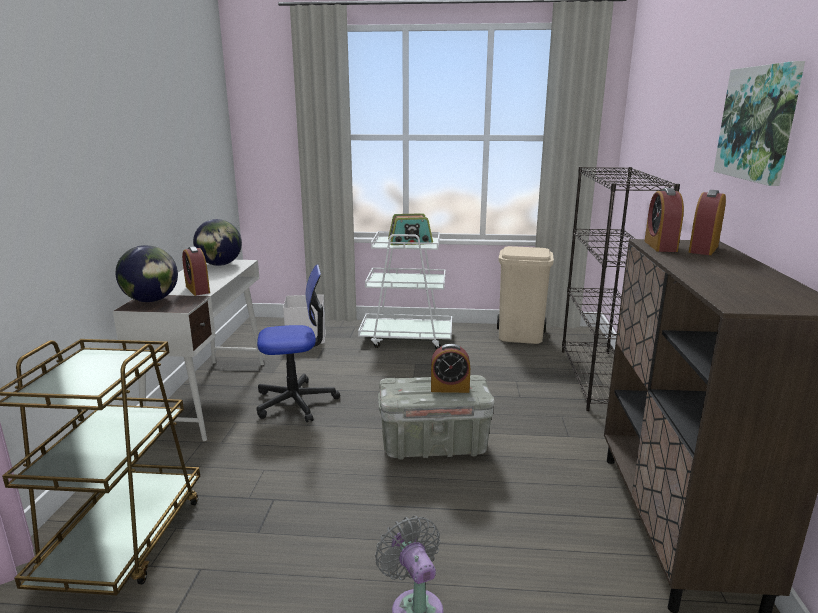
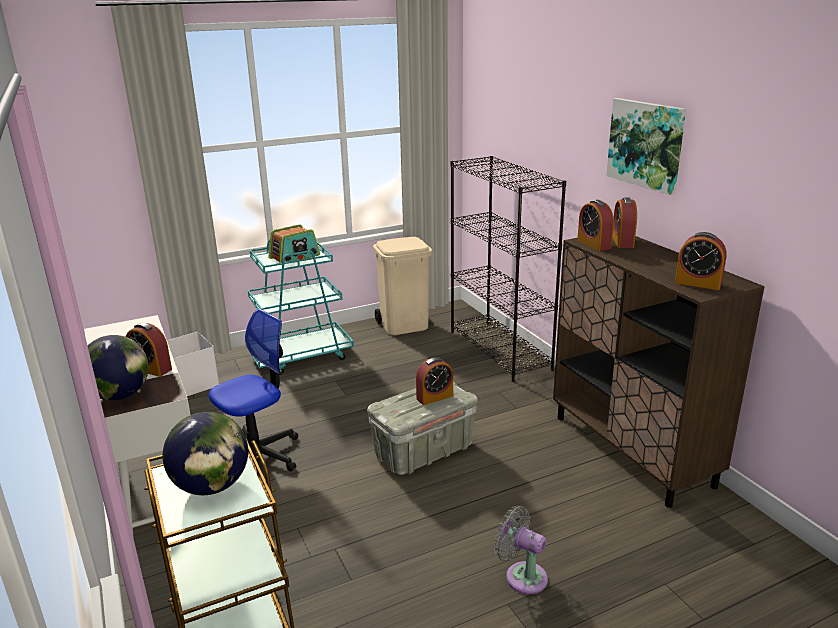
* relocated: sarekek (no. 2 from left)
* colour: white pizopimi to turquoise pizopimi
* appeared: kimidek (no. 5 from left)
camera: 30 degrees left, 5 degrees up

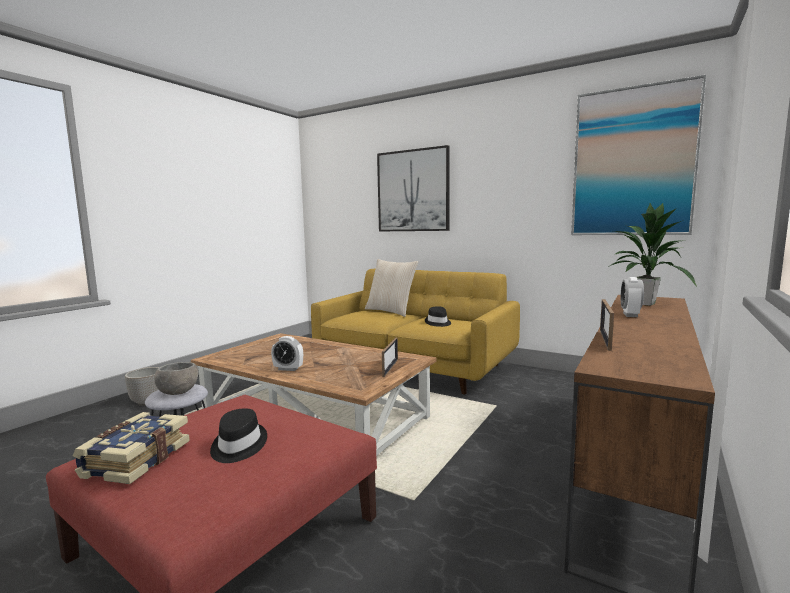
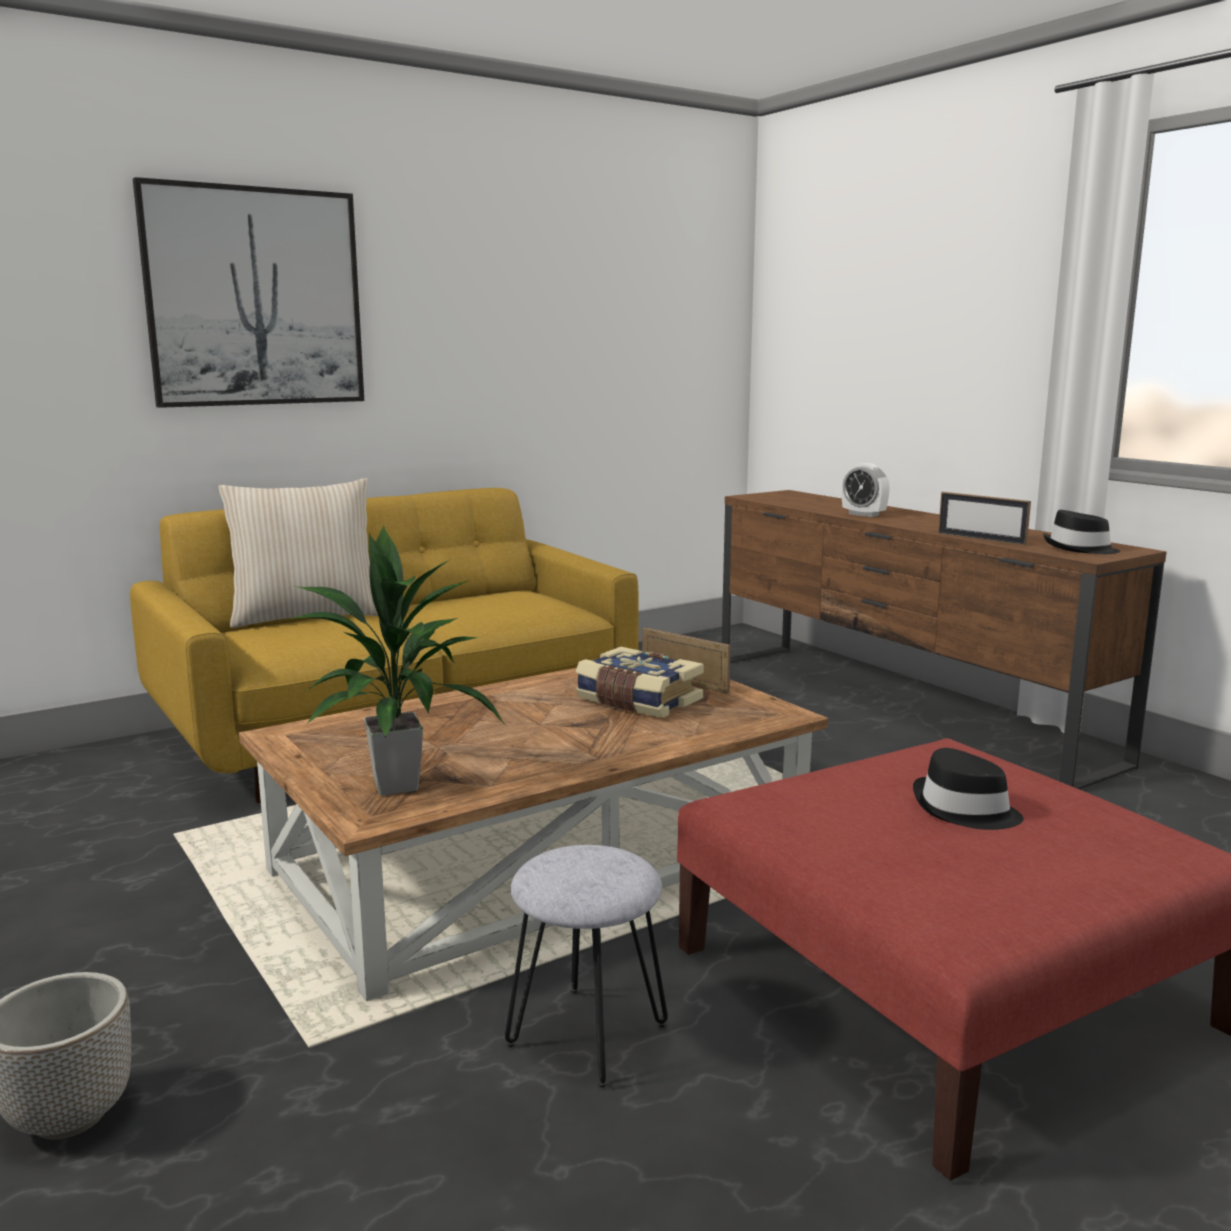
* relocated: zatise
* missing: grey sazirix
* missing: kimidek (no. 1 from left)
* relocated: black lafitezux (no. 2 from left)
* missing: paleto (no. 2 from left)
* relocated: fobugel
camera: 65 degrees left, 5 degrees up

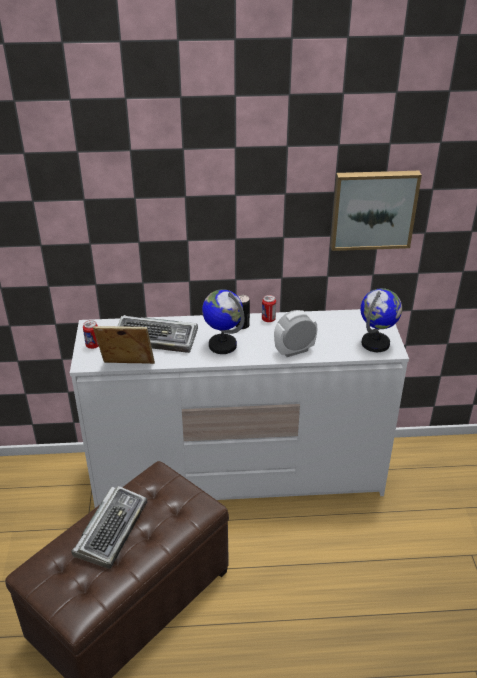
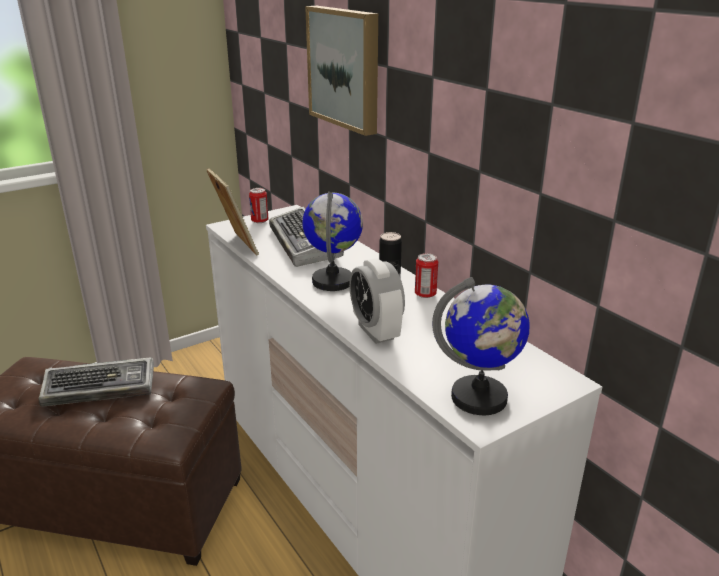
* spun: kimidek 150 degrees counterclockwise
* relocated: paleto
camera: 60 degrees right, 10 degrees down

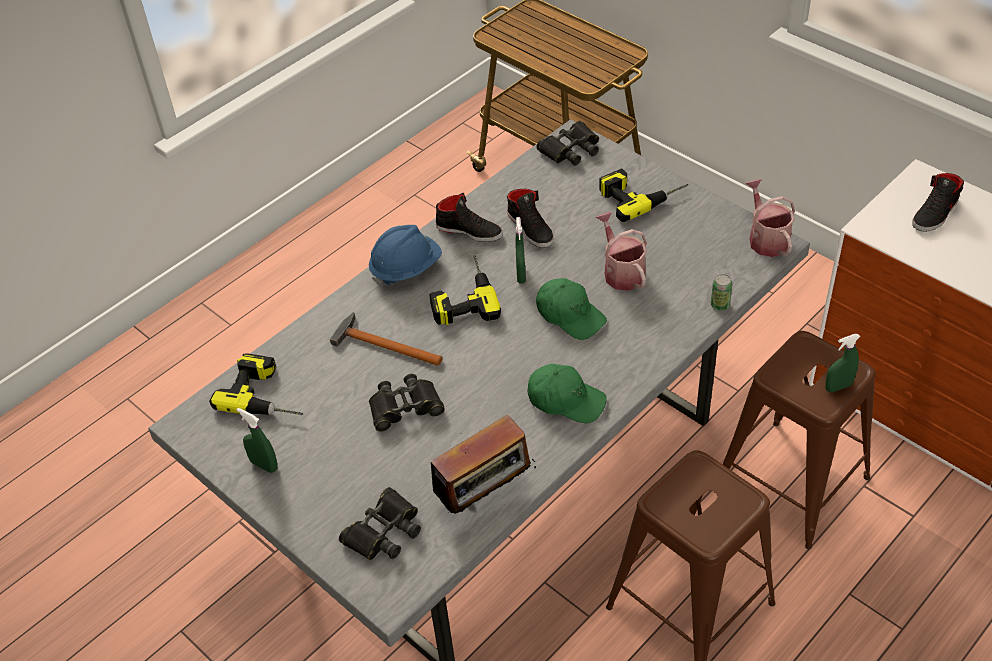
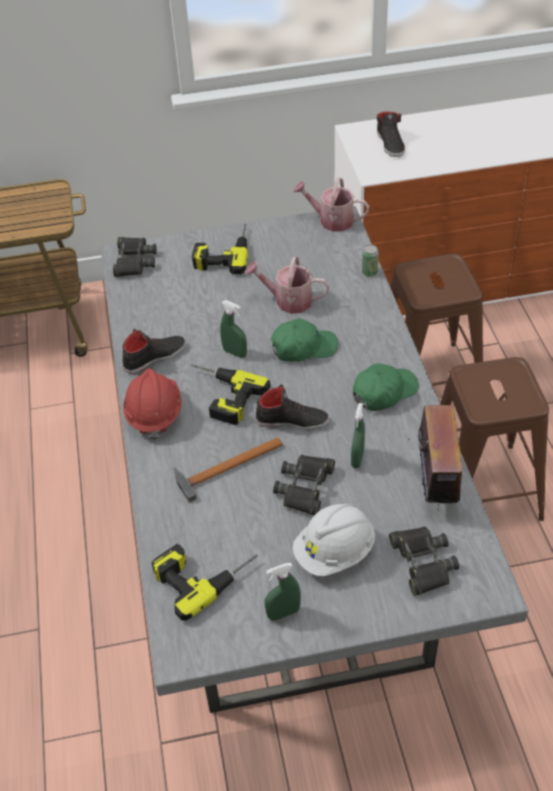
* colour: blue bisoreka to red bisoreka
* relocated: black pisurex (no. 2 from left)
* relocated: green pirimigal (no. 3 from left)
* appeared: white bisoreka
camera: 55 degrees left, 0 degrees up

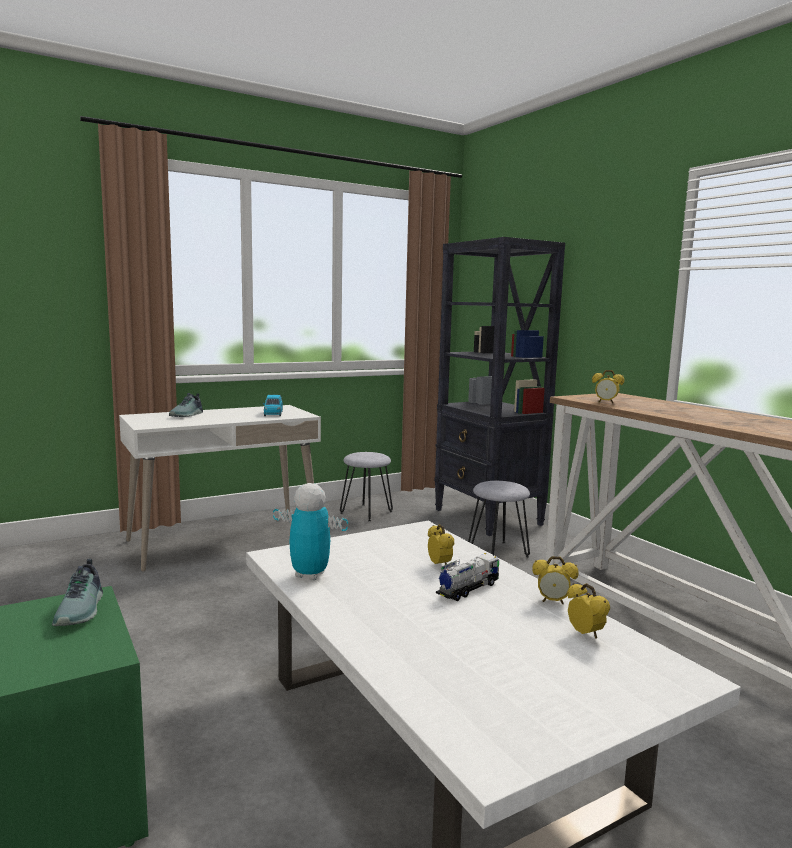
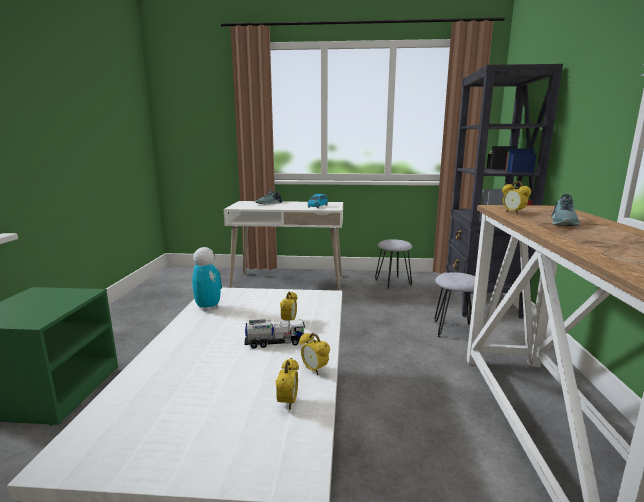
* relocated: pisurex (no. 1 from left in the first image) to pisurex (no. 2 from left)
camera: 35 degrees right, 5 degrees up

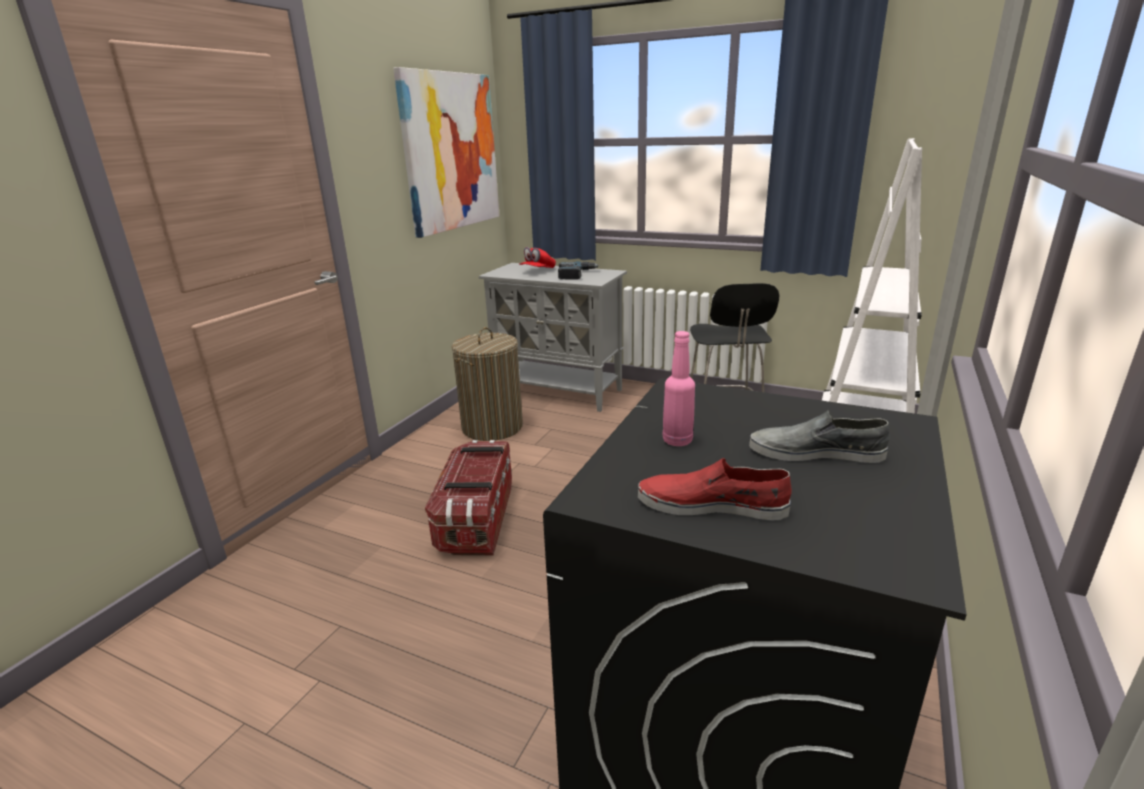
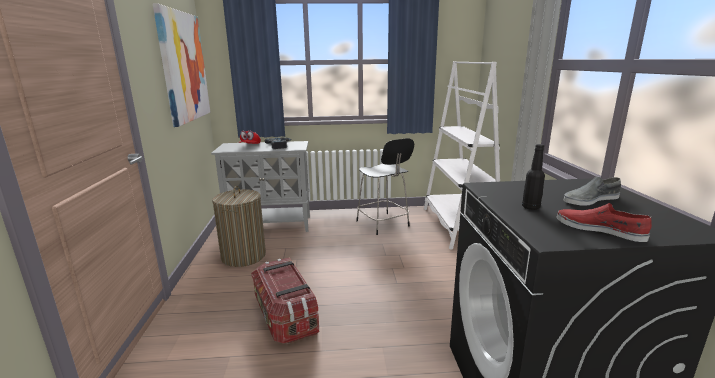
* spun: red pisurex 60 degrees clockwise
* colour: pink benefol to black benefol
camera: 30 degrees left, 5 degrees down

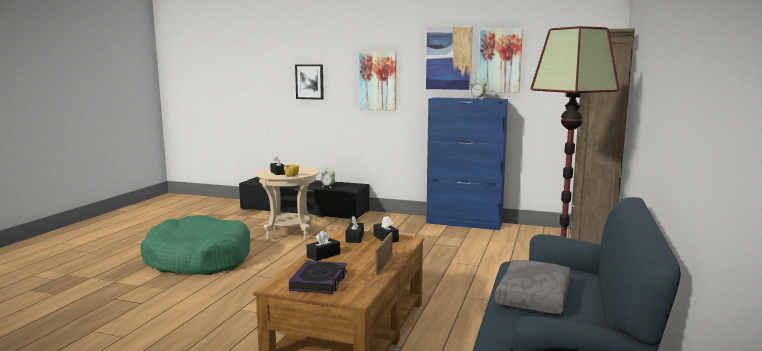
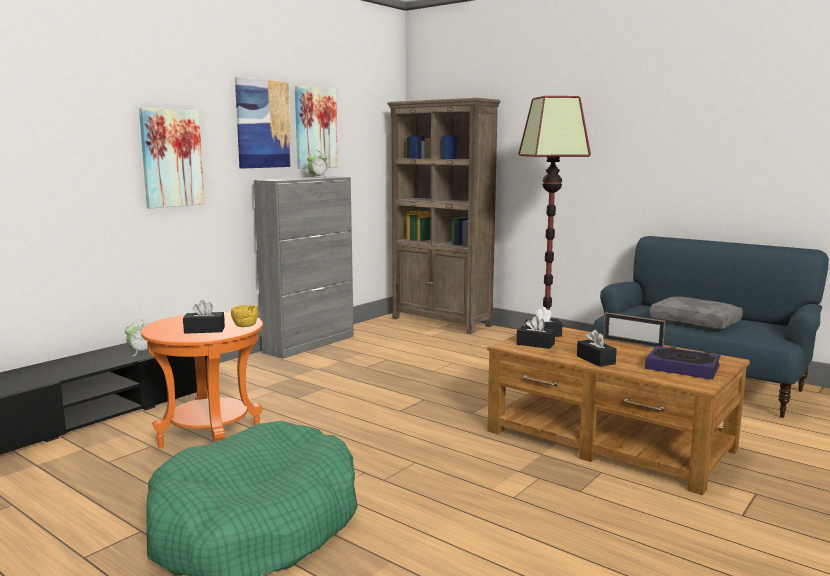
* colour: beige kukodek to orange kukodek
* missing: paleto (no. 1 from left)
* colour: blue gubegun to grey gubegun
camera: 70 degrees left, 0 degrees up

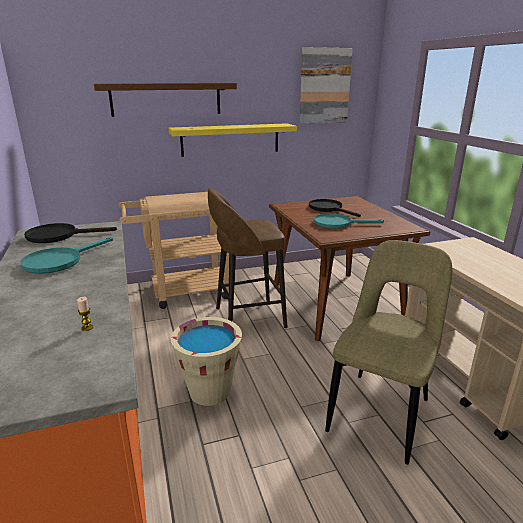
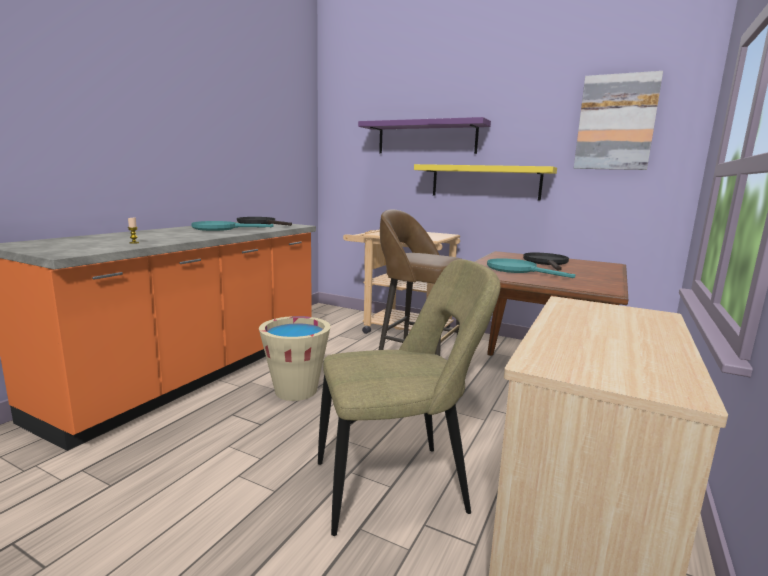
* colour: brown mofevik to purple mofevik
camera: 45 degrees right, 10 degrees down

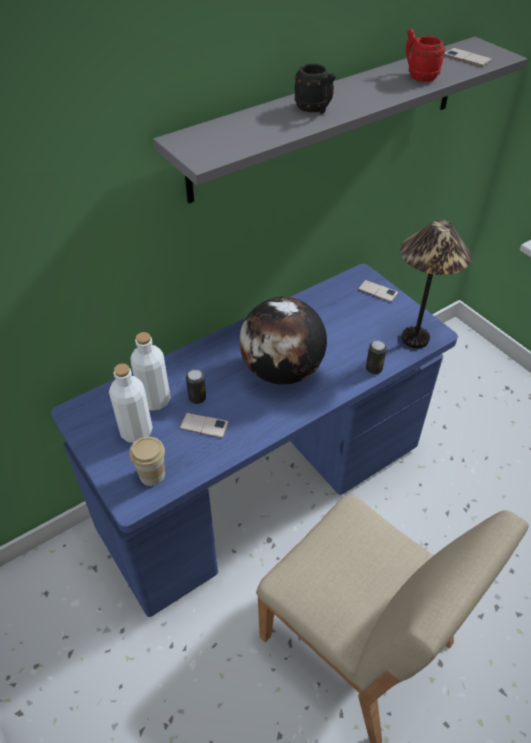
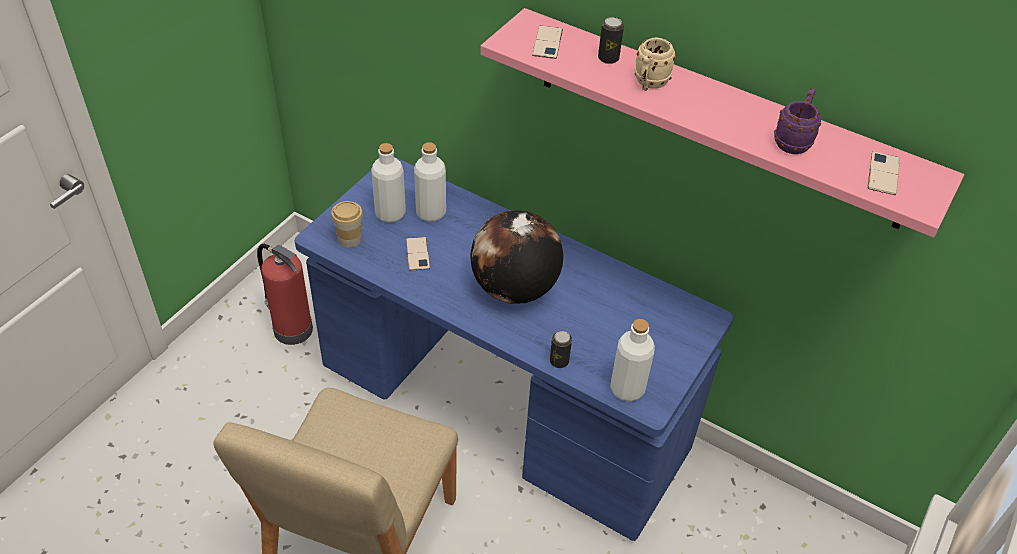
* colour: grey mofevik to pink mofevik
* relocated: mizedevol (no. 1 from left in the first image) to mizedevol (no. 2 from left)
* colour: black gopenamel to beige gopenamel
* relocated: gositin (no. 2 from left)
* exchanged: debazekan to white benefol (no. 3 from left)
* colour: red gopenamel to purple gopenamel
* appeared: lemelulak
camera: 65 degrees right, 0 degrees up

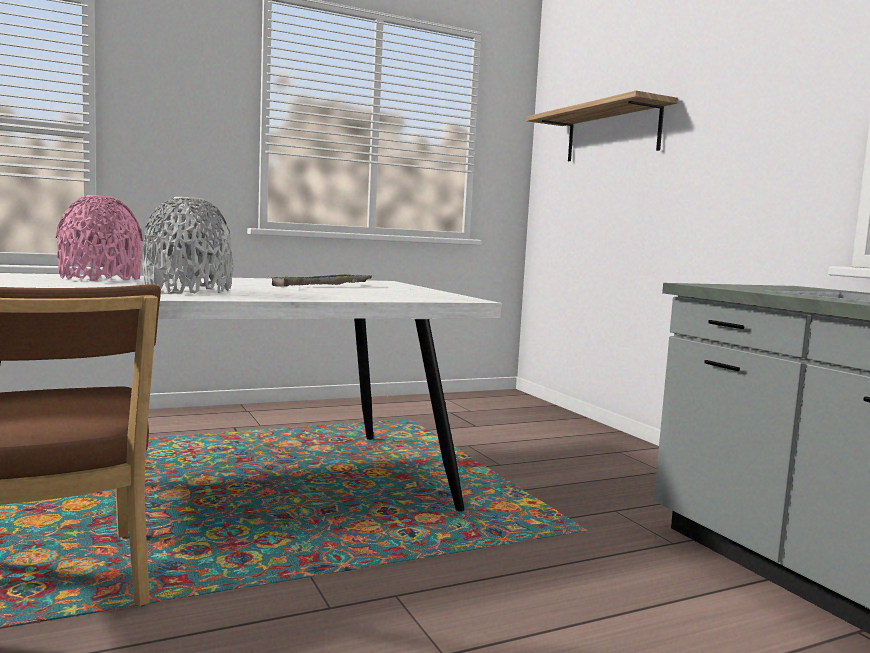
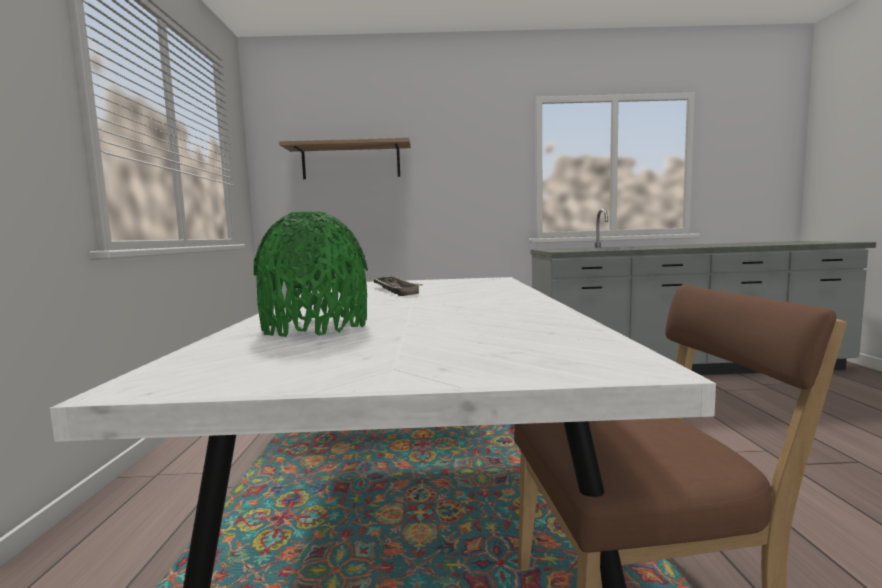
* colour: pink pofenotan to green pofenotan
* missing: grey pofenotan
camera: 65 degrees left, 0 degrees up

